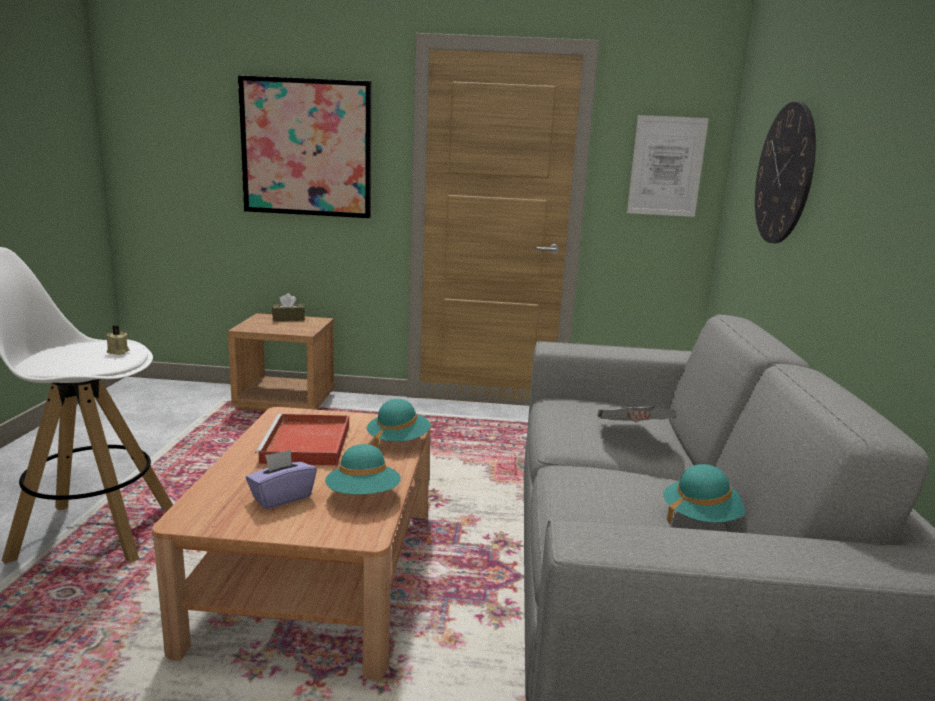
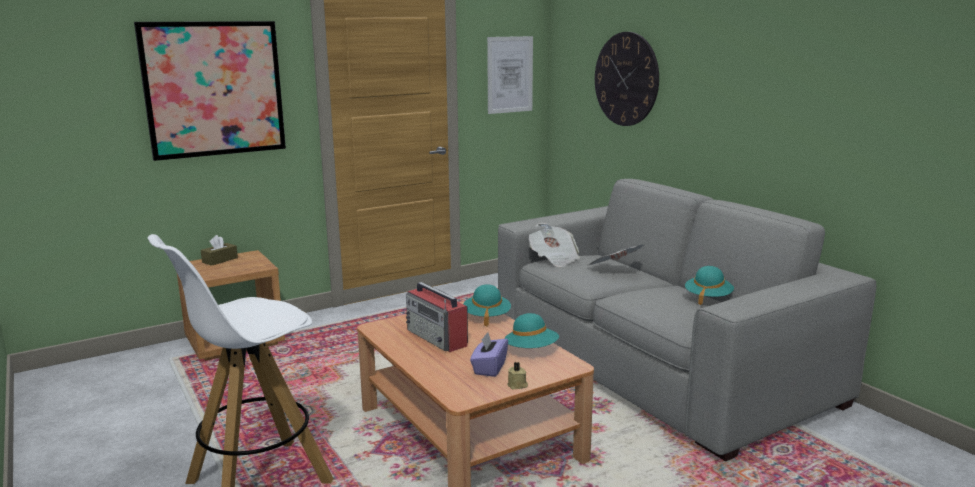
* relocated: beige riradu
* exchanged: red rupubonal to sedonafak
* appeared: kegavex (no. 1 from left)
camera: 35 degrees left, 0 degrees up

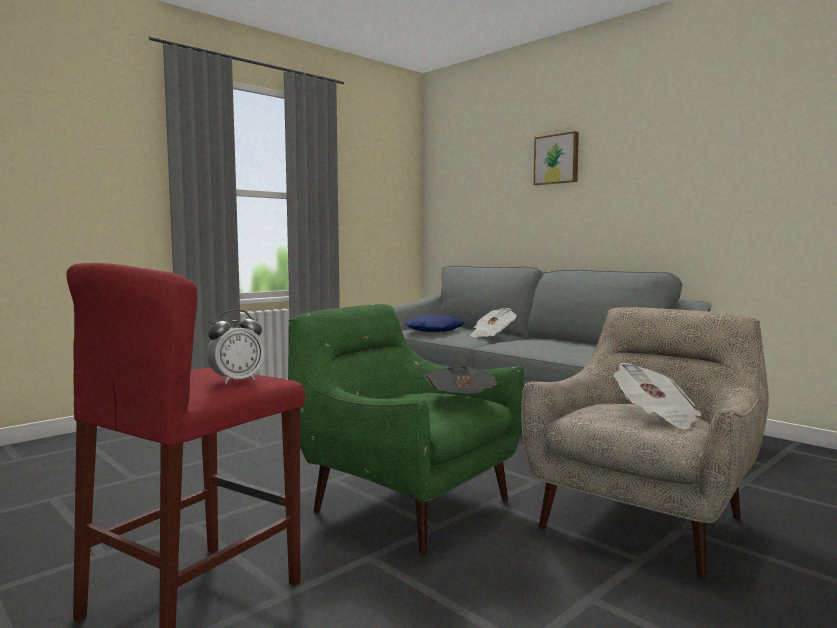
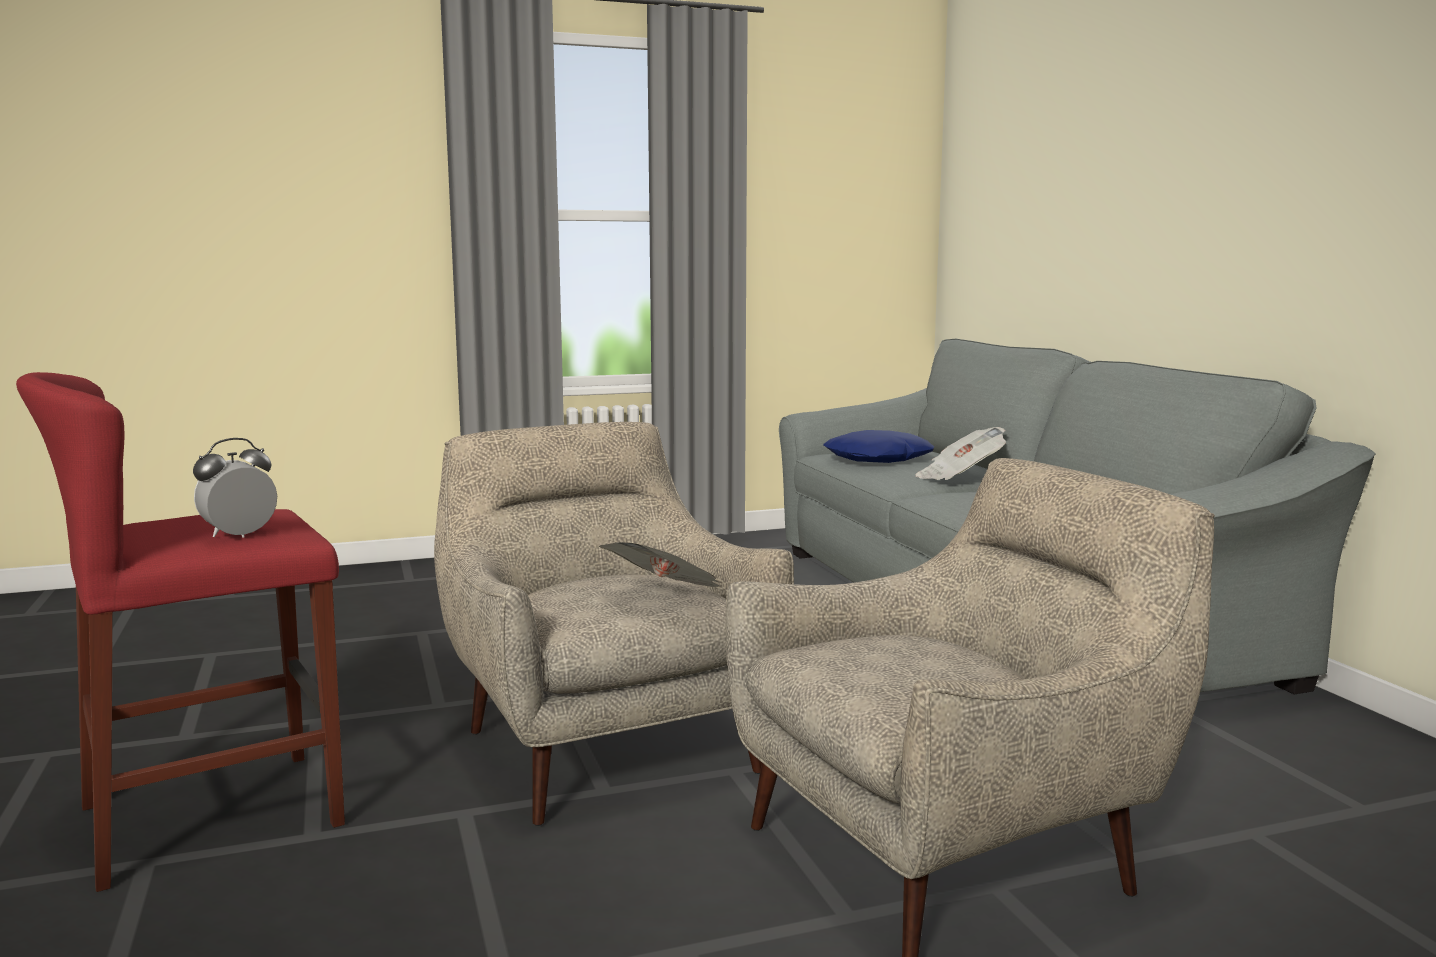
* spun: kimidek 150 degrees clockwise
* colour: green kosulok to beige kosulok (no. 1 from left)
* missing: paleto
* missing: kegavex (no. 3 from left)
camera: 25 degrees right, 5 degrees up

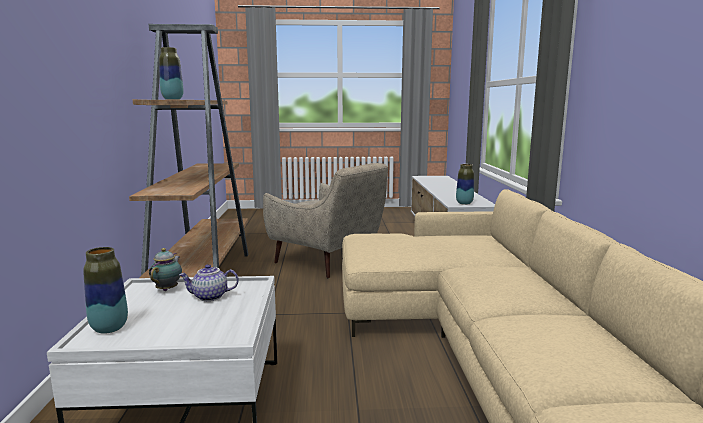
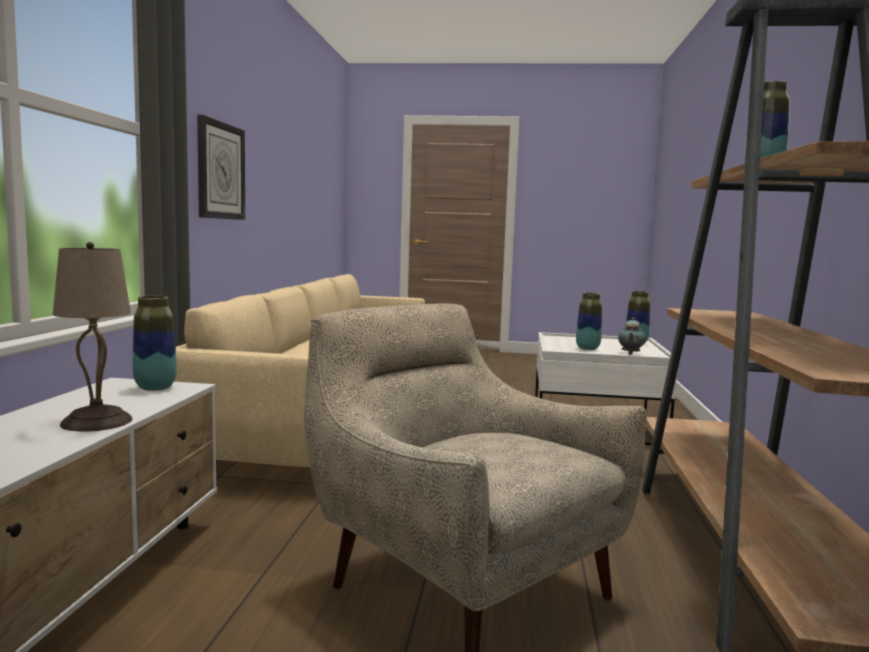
* exchanged: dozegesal (no. 2 from left) to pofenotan (no. 2 from left)
* appeared: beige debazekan
* appeared: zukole
camera: 170 degrees left, 5 degrees down

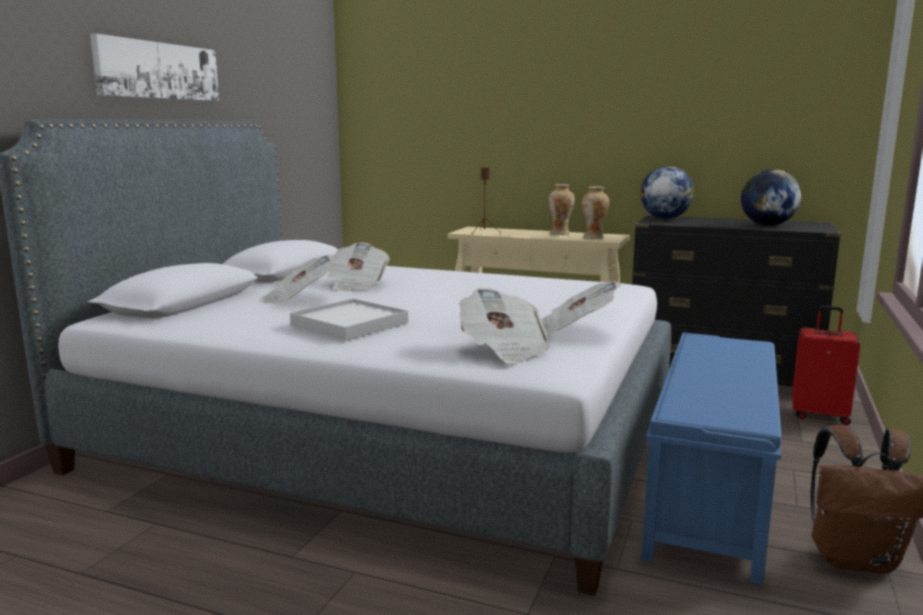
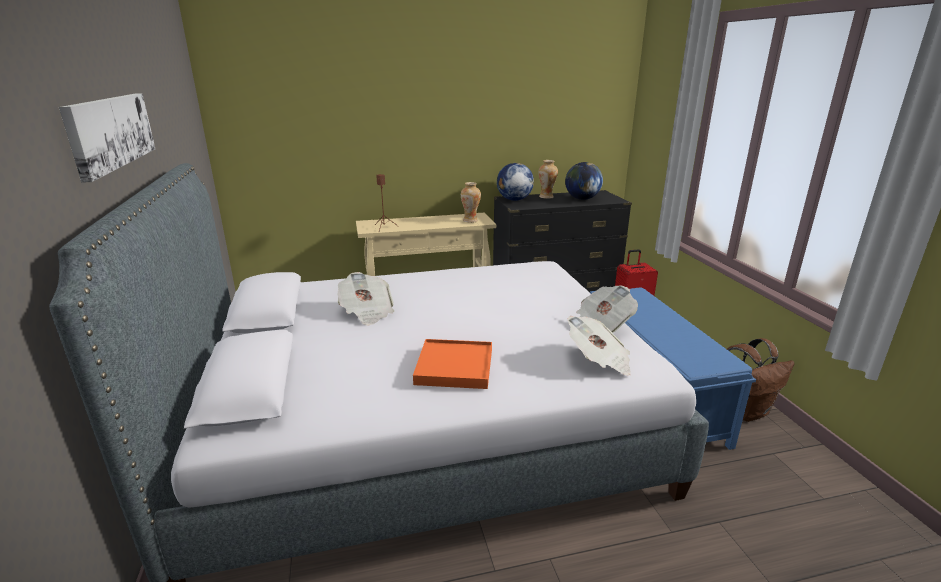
* missing: kegavex (no. 1 from left)
* colour: white rupubonal to orange rupubonal
* relocated: pofenotan (no. 1 from left in the first image) to pofenotan (no. 2 from left)
camera: 35 degrees left, 10 degrees up

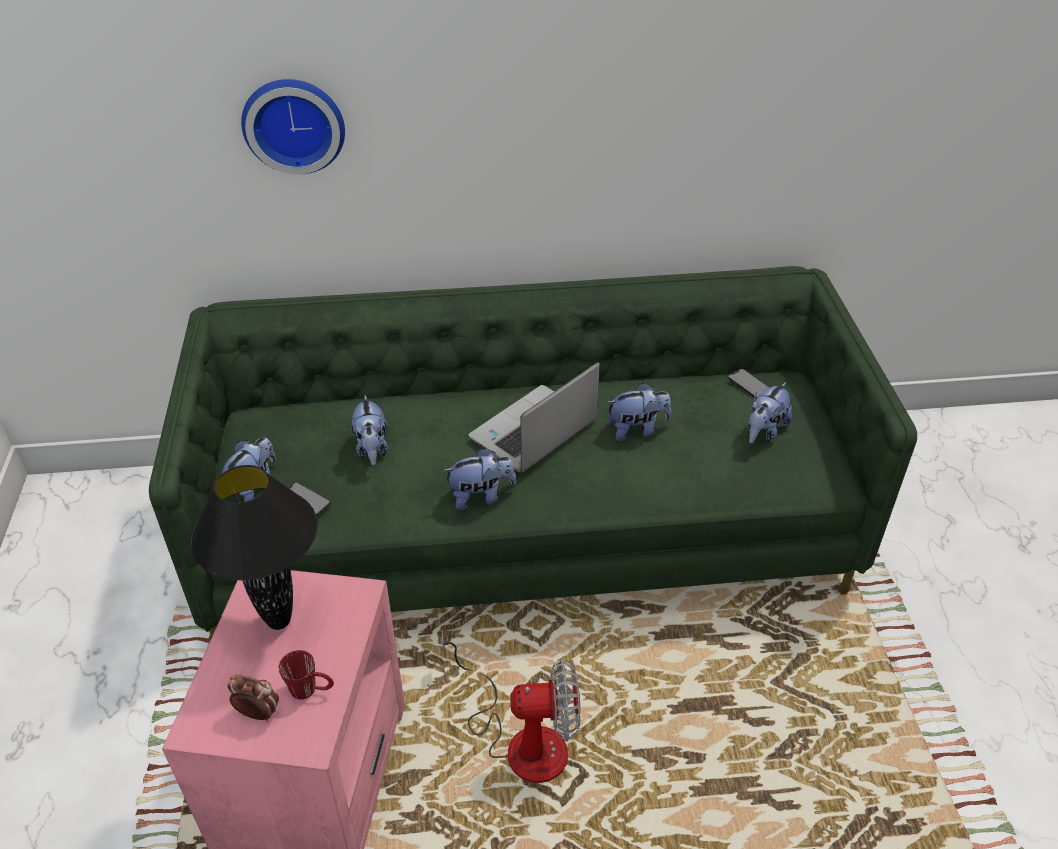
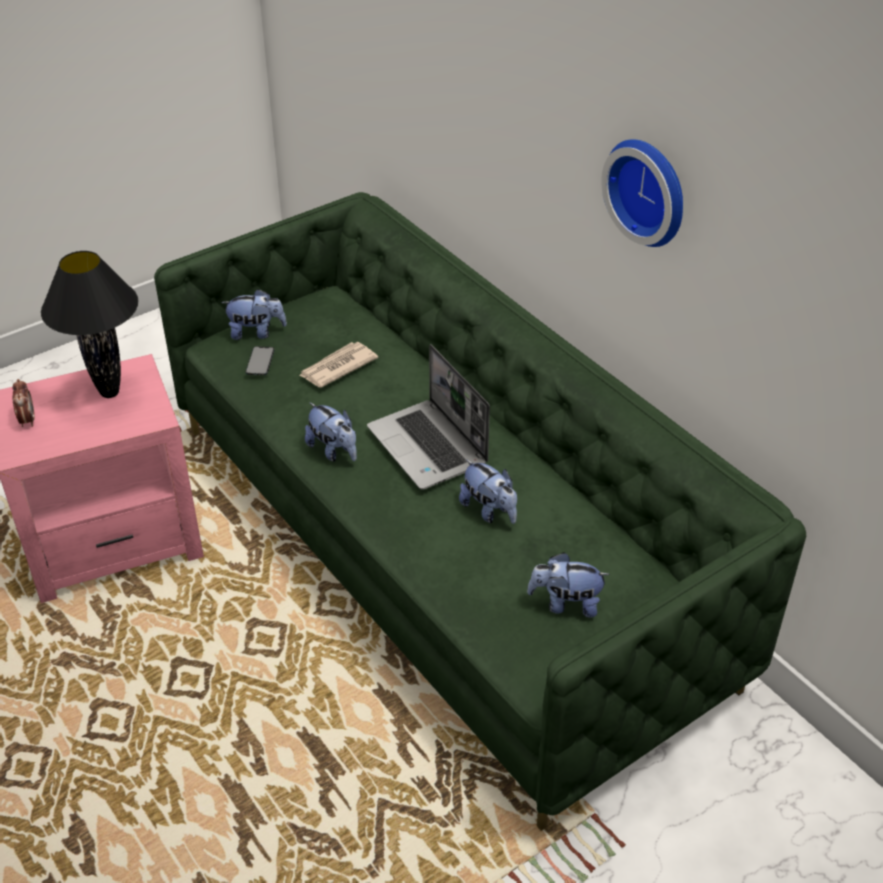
* relocated: zukole
* missing: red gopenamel
* exchanged: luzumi (no. 2 from left) to kegavex
* missing: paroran
* spun: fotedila 135 degrees counterclockwise
* missing: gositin (no. 2 from left)
camera: 60 degrees right, 0 degrees up

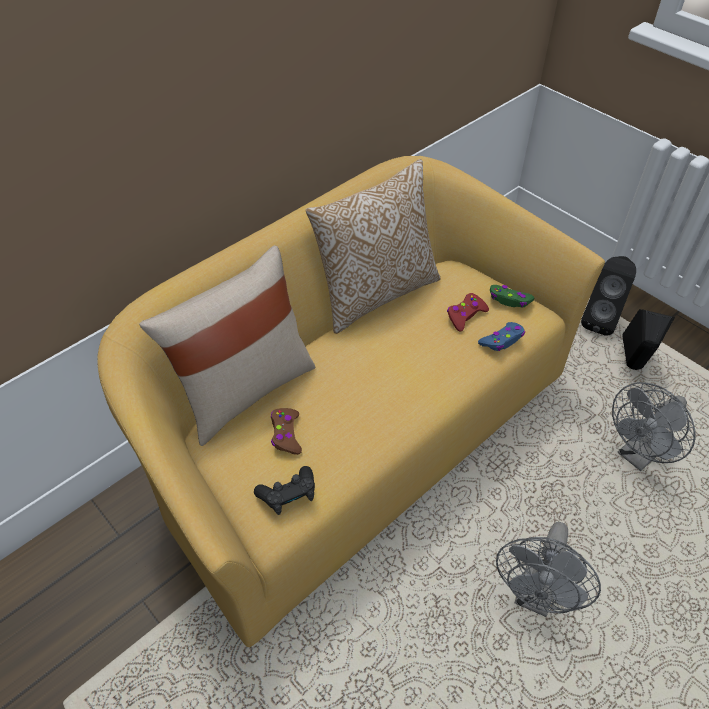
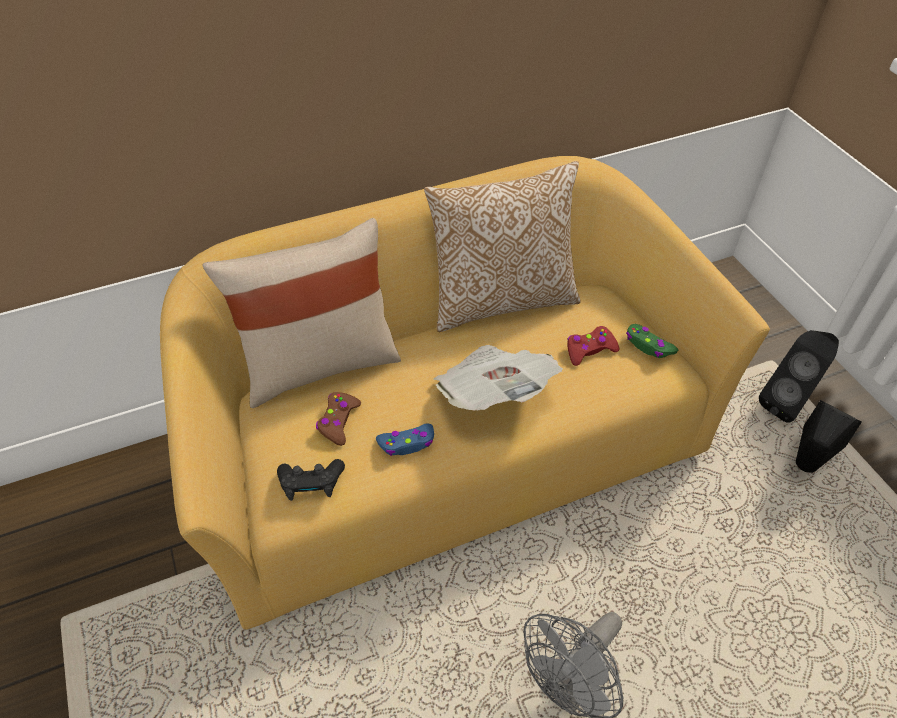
* relocated: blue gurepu
* missing: grey paroran (no. 2 from left)
* appeared: kegavex
camera: 20 degrees right, 0 degrees up

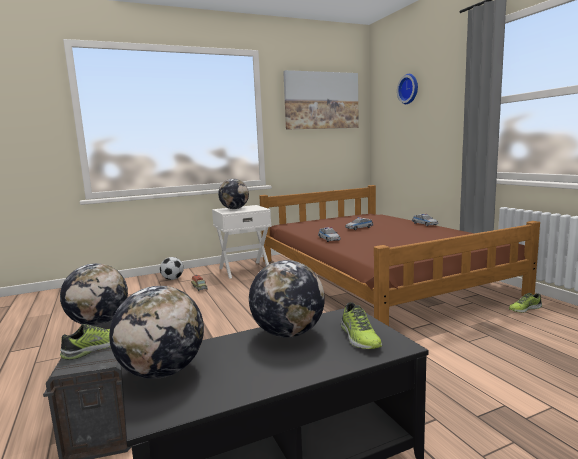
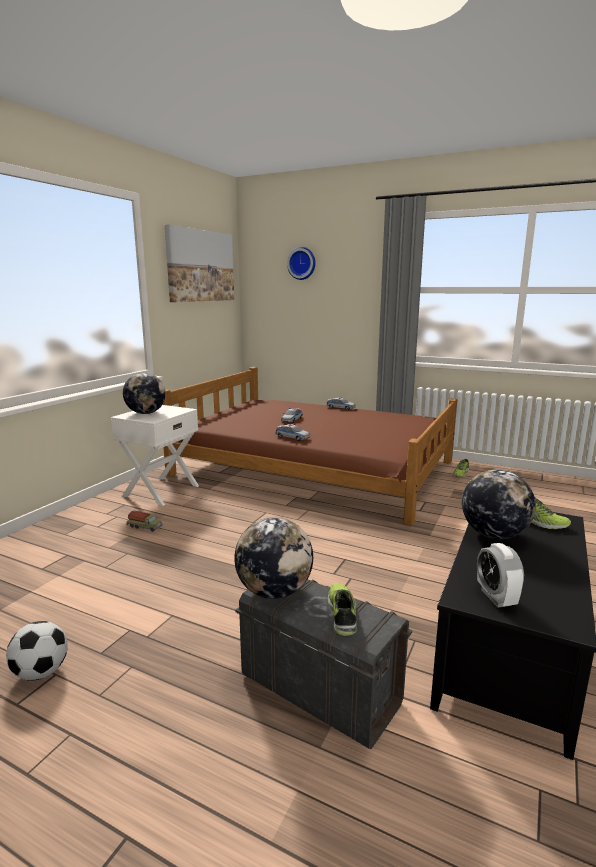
* exchanged: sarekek (no. 2 from left) to kimidek
* relocated: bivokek
camera: 40 degrees left, 5 degrees up

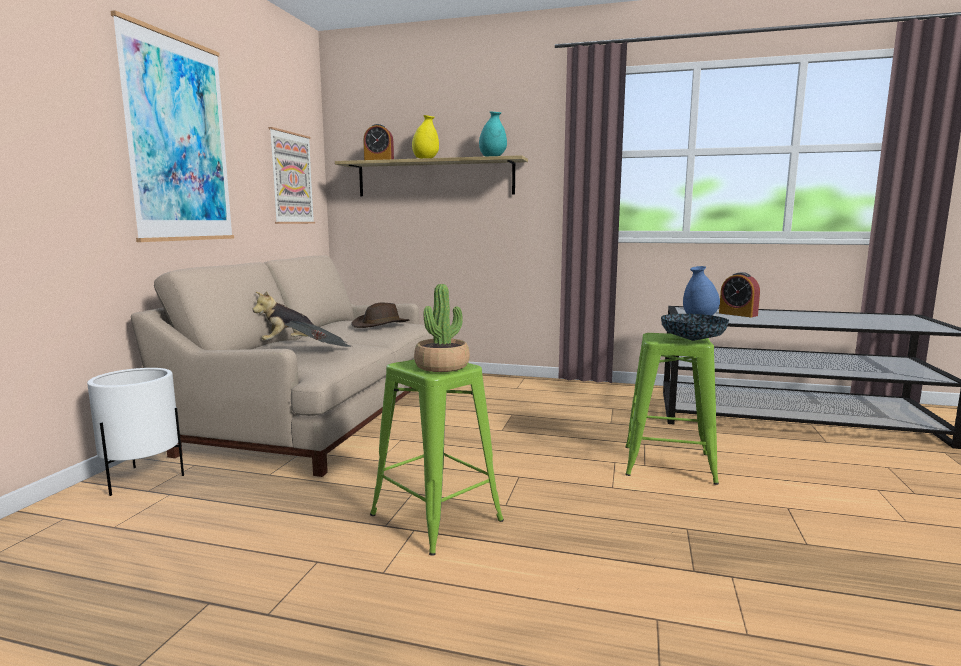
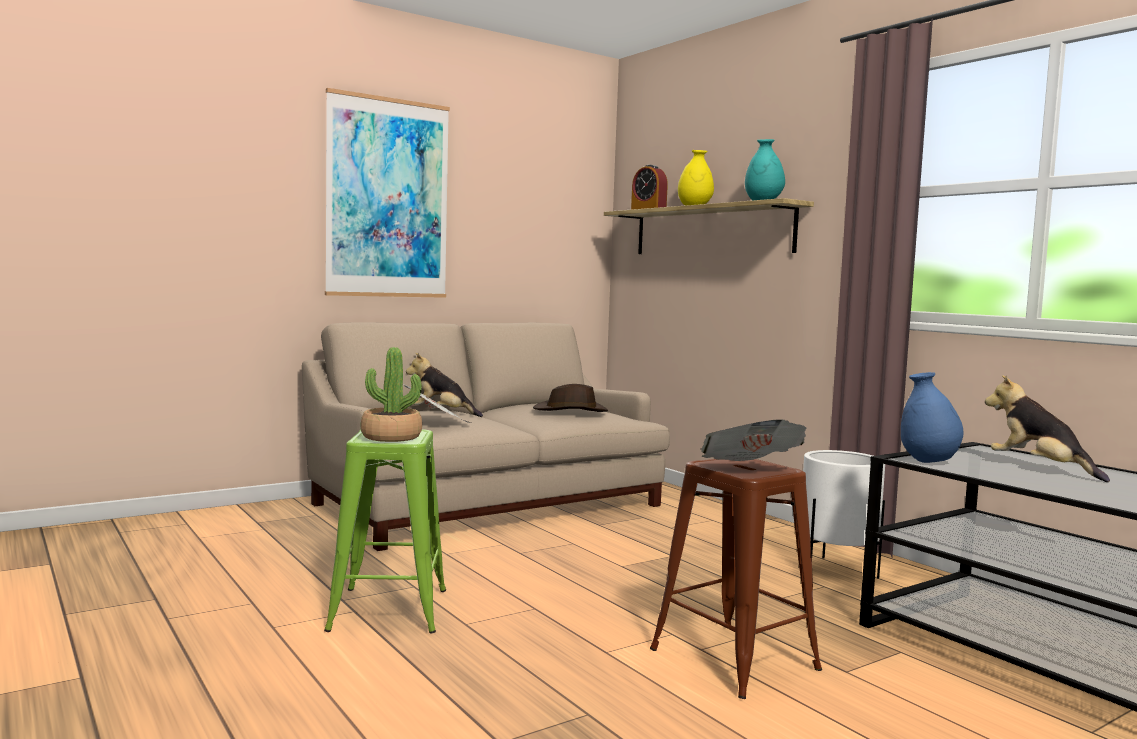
* relocated: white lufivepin
* missing: paleto (no. 2 from left)
* colour: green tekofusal (no. 2 from left) to brown tekofusal
* exchanged: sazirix to kegavex (no. 2 from left)
* exchanged: kimidek (no. 2 from left) to luzumi (no. 2 from left)
camera: 40 degrees right, 5 degrees down

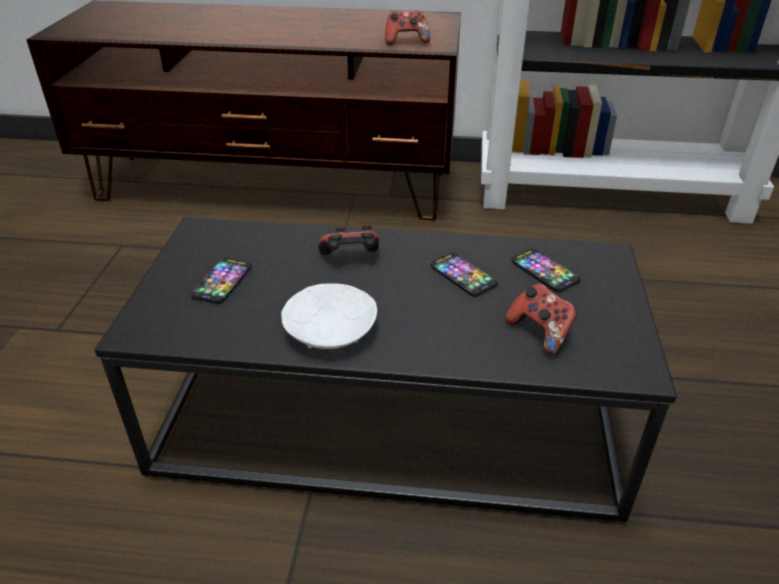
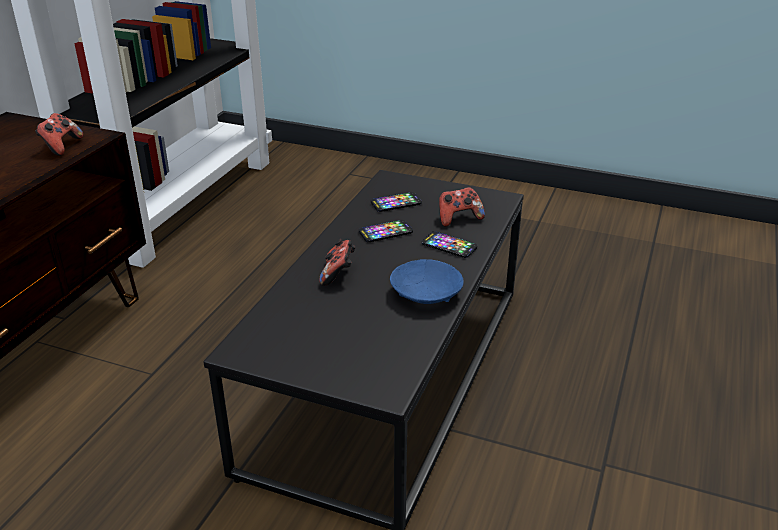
* relocated: gositin (no. 1 from left in the first image) to gositin (no. 3 from left)
* colour: white sazirix to blue sazirix
camera: 75 degrees left, 5 degrees down

